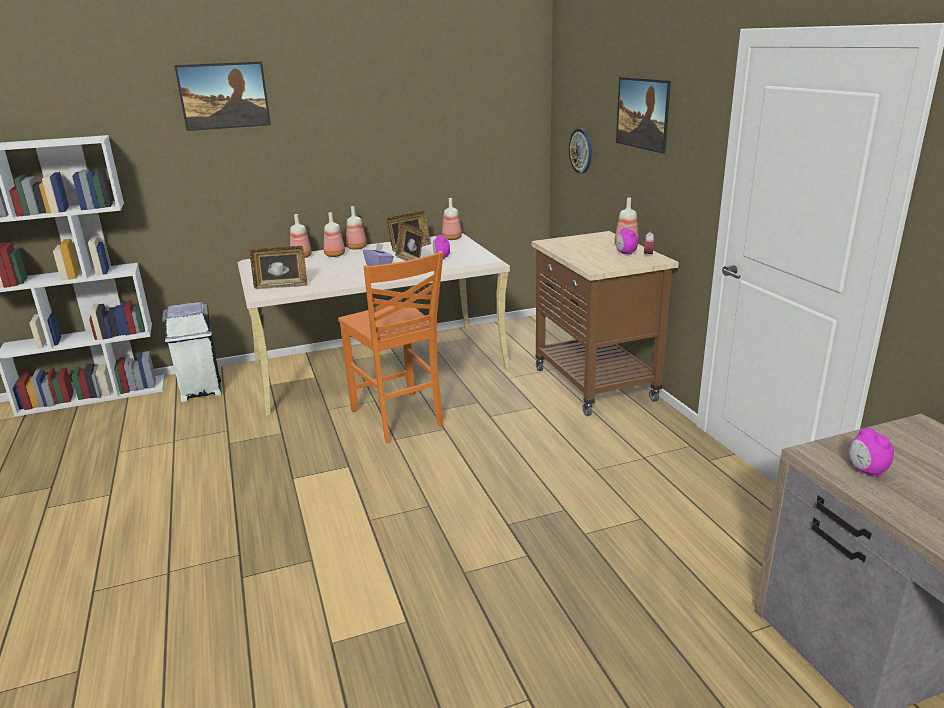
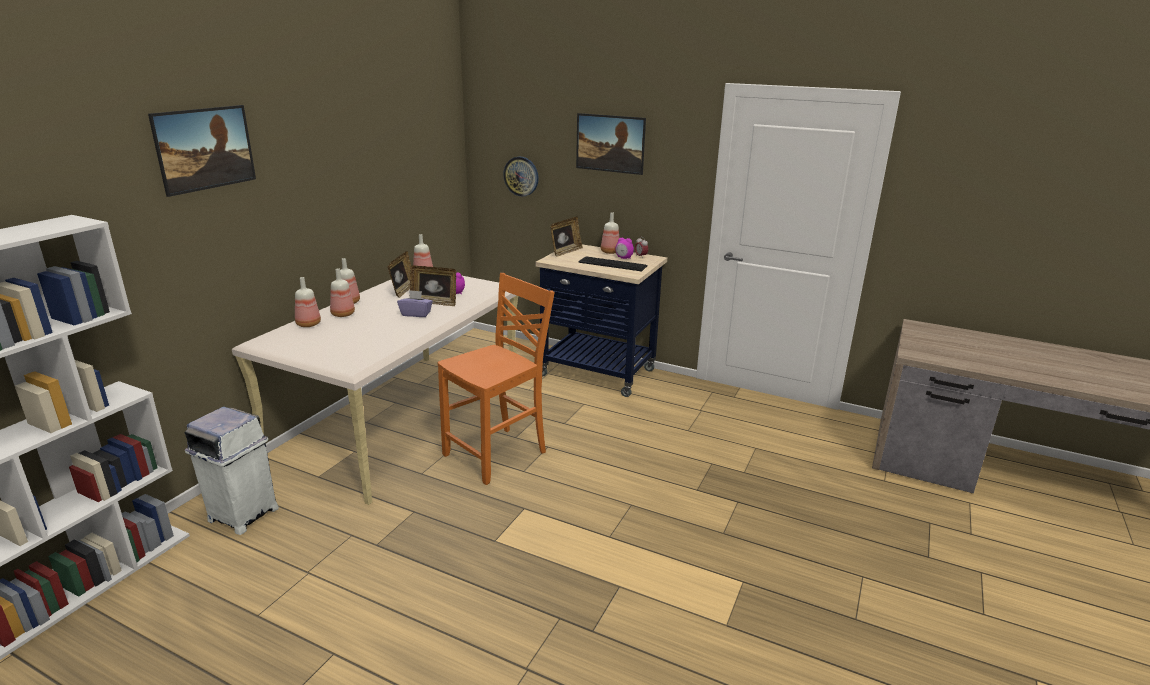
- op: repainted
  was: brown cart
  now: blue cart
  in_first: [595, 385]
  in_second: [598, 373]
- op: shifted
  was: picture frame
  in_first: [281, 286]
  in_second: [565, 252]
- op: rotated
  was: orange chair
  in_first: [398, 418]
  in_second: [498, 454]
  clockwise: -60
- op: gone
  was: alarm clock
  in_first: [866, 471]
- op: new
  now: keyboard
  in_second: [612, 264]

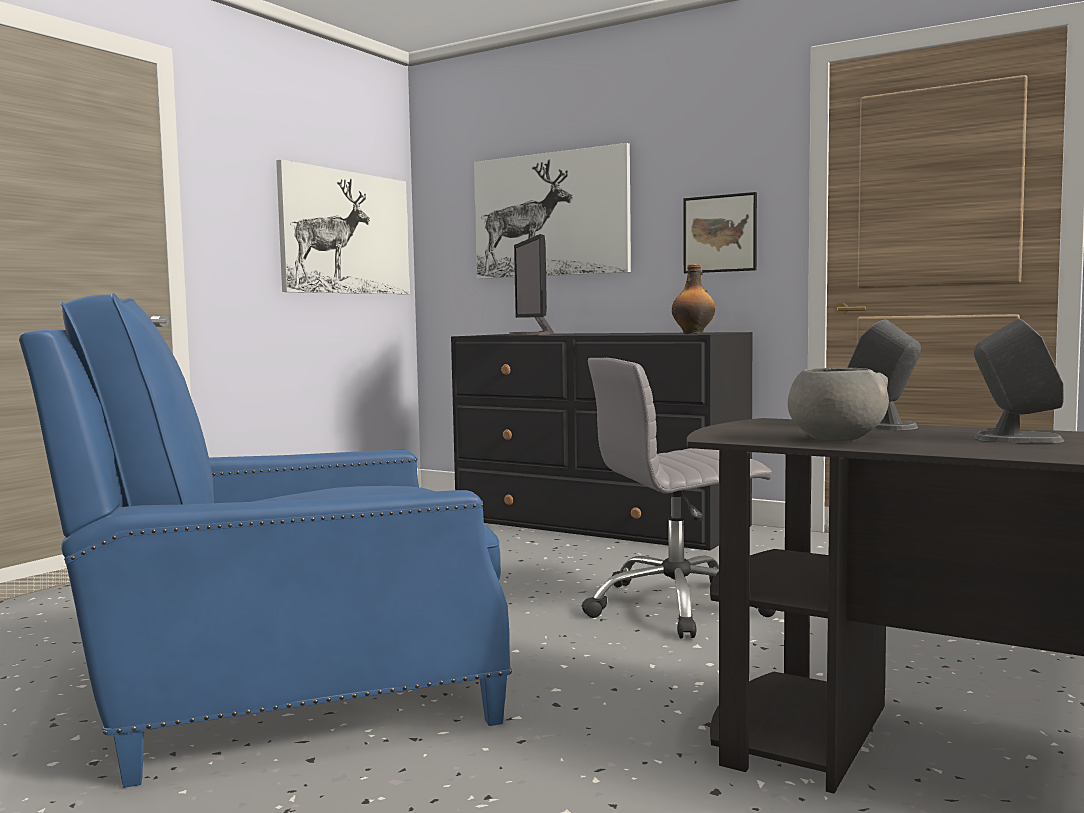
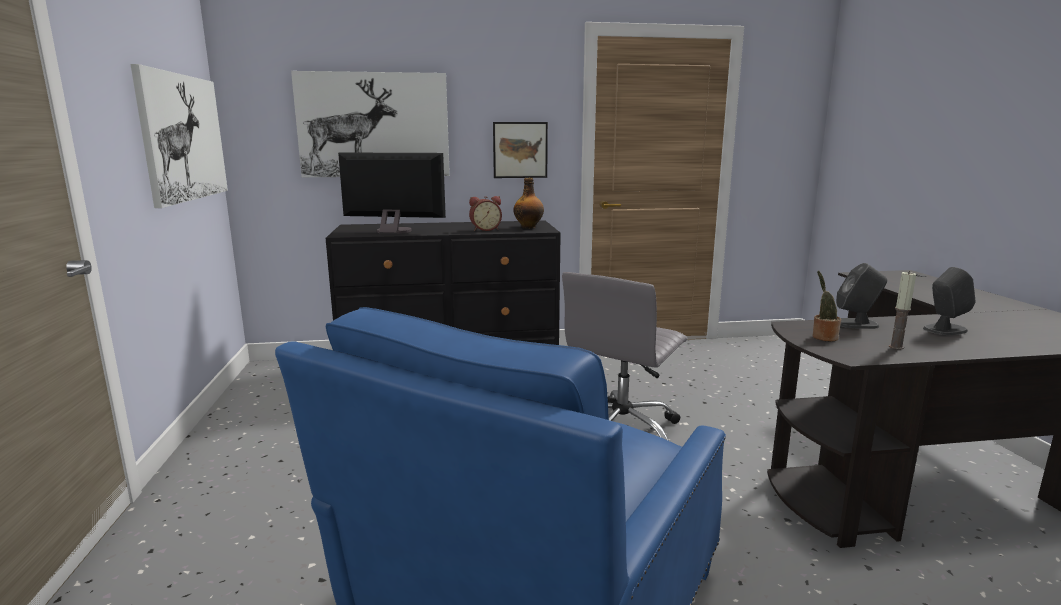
- op: rotated
  was: monitor
  in_first: [532, 334]
  in_second: [393, 231]
  clockwise: 150
- op: swapped
  was: grey bowl
  now: candle
  in_first: [835, 439]
  in_second: [896, 347]
- op: new
  now: alarm clock
  in_second: [485, 229]
- op: new
  now: potted plant
  in_second: [823, 337]

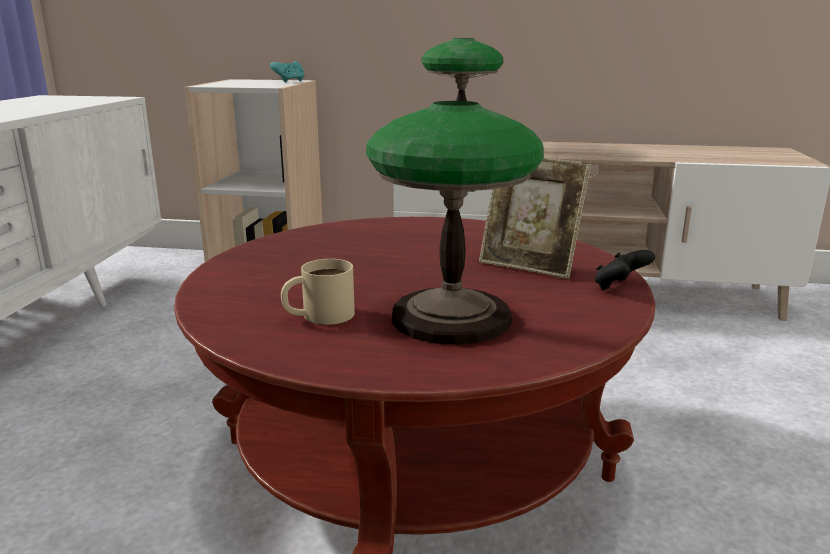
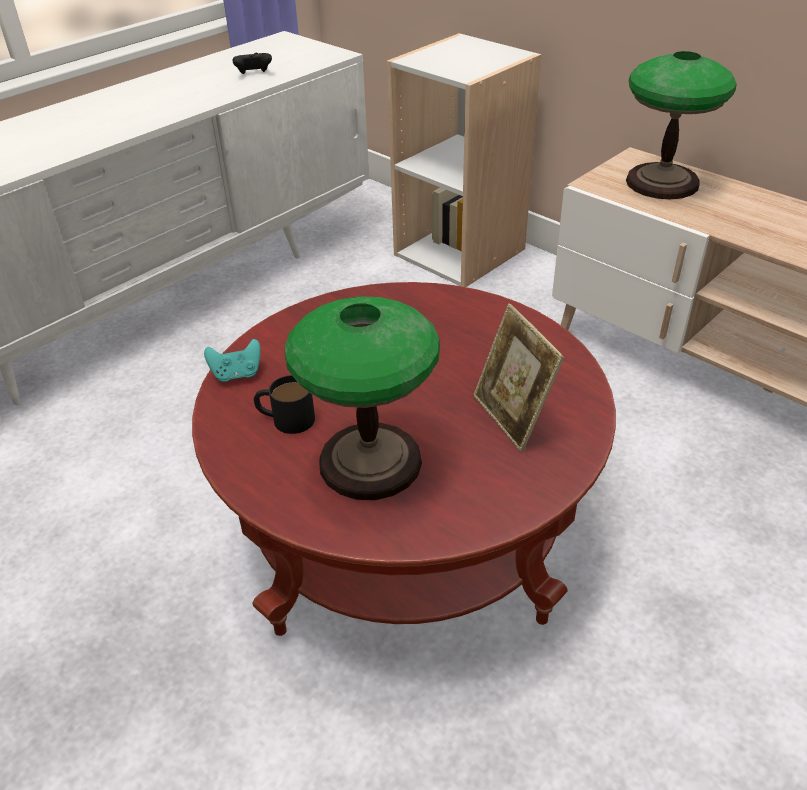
- op: shifted
  was: turquoise game controller
  in_first: [290, 81]
  in_second: [237, 374]
- op: shifted
  was: black game controller
  in_first: [619, 288]
  in_second: [254, 74]
- op: repainted
  was: beige mug
  now: black mug
  in_first: [318, 316]
  in_second: [285, 419]

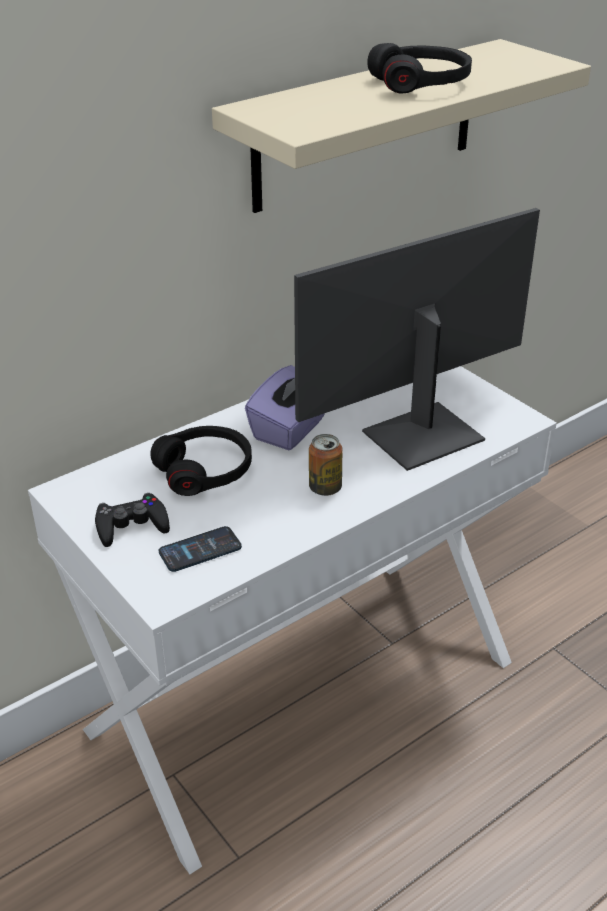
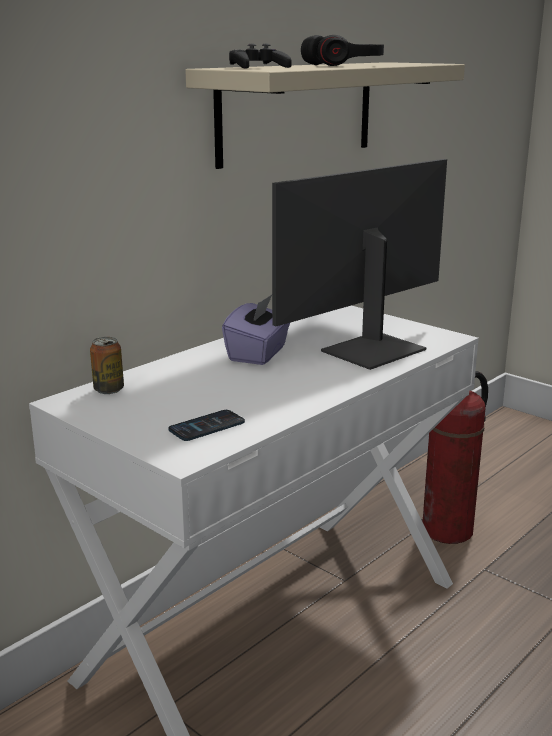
- op: gone
  was: black headphones
  in_first: [205, 470]
- op: shifted
  was: can
  in_first: [325, 488]
  in_second: [108, 390]
- op: shifted
  was: black game controller
  in_first: [131, 526]
  in_second: [258, 67]
- op: new
  now: fire extinguisher
  in_second: [447, 530]

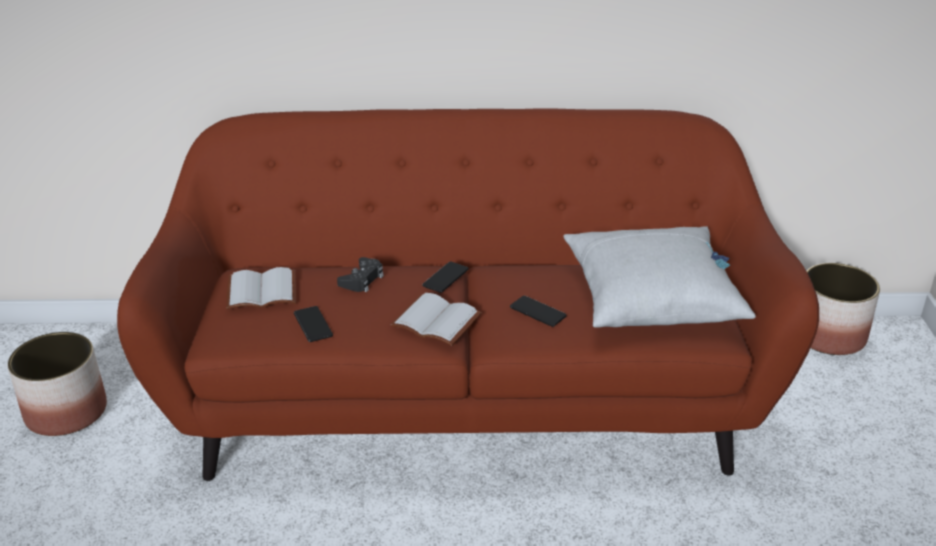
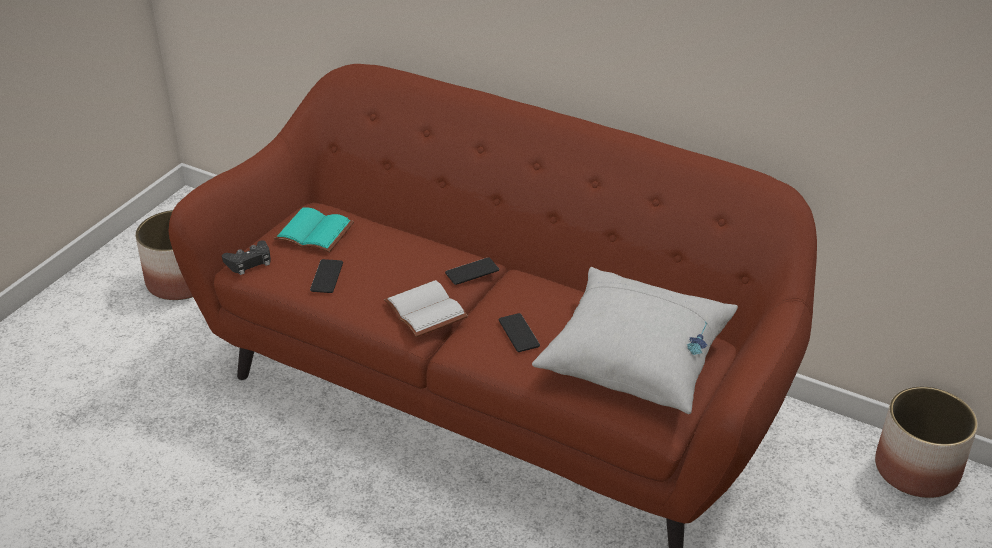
- op: shifted
  was: black game controller
  in_first: [362, 280]
  in_second: [249, 262]
- op: repainted
  was: white book
  now: turquoise book
  in_first: [263, 290]
  in_second: [316, 231]

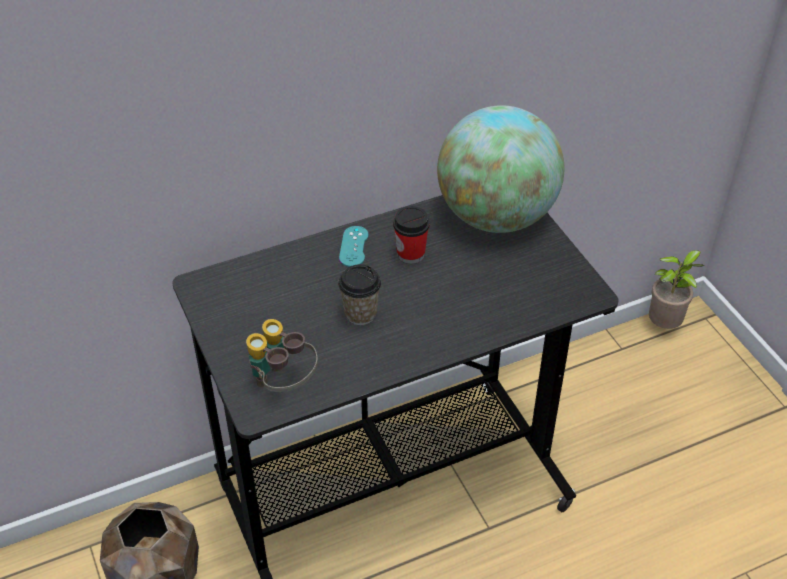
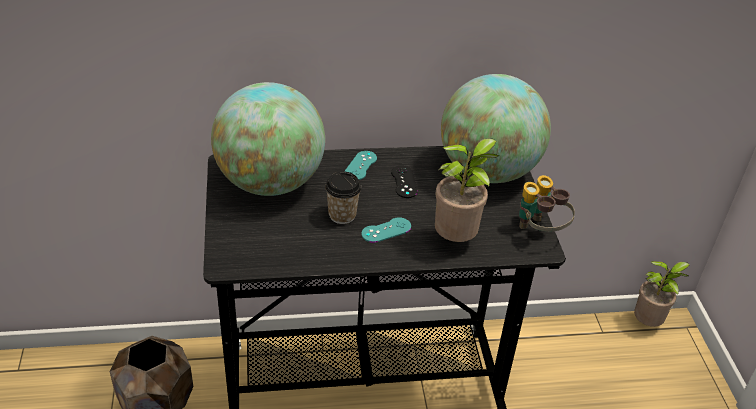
- op: swapped
  was: cup
  now: black game controller
  in_first: [410, 254]
  in_second: [404, 182]
- op: shifted
  was: binoculars
  in_first: [283, 384]
  in_second: [539, 231]
- op: new
  now: globe
  in_second: [270, 182]
- op: new
  now: potted plant
  in_second: [457, 240]
- op: new
  now: turquoise game controller
  in_second: [386, 230]

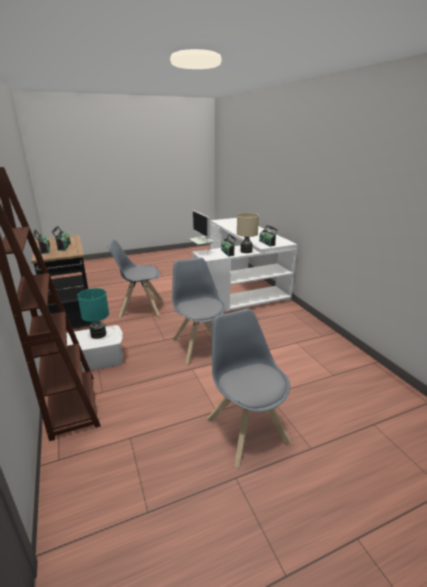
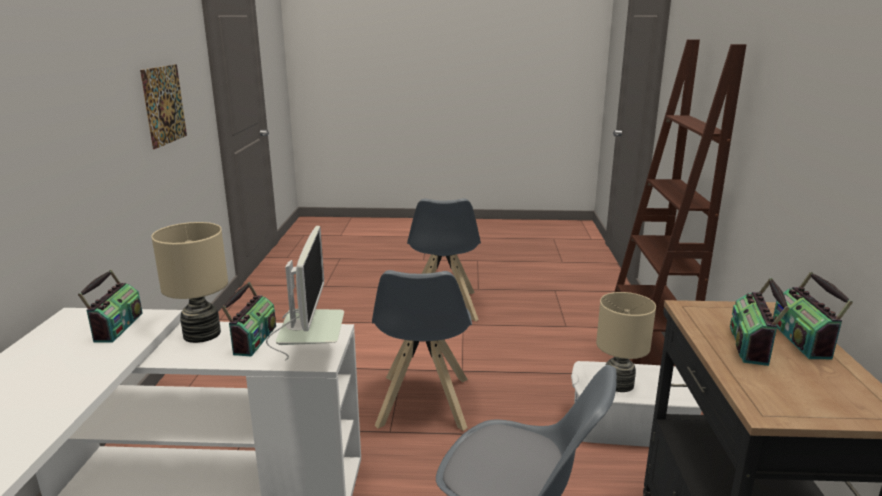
- op: repainted
  was: turquoise table lamp
  now: beige table lamp
  in_first: [98, 334]
  in_second: [618, 384]
- op: new
  now: picture
  in_second: [164, 105]

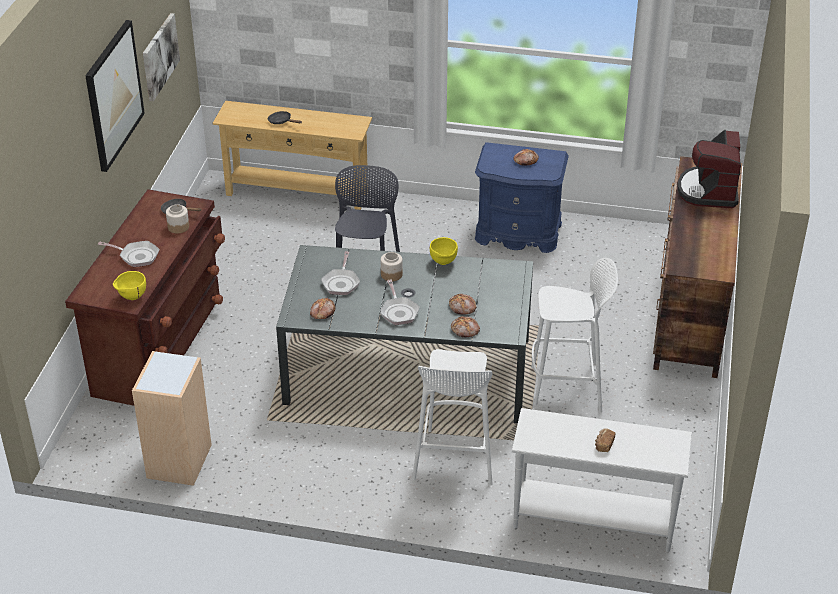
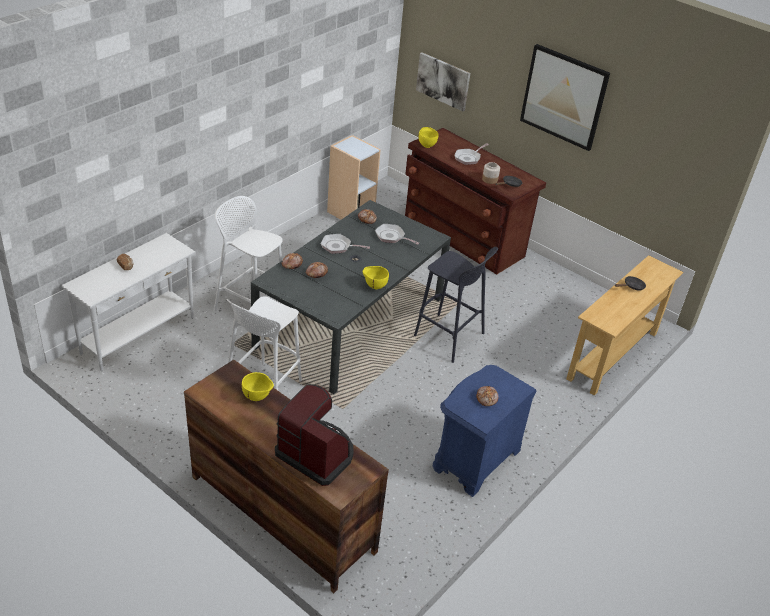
- op: shifted
  was: picture
  in_first: [159, 56]
  in_second: [443, 81]
- op: gone
  was: jar
  in_first: [391, 275]
- op: new
  now: yellow bowl
  in_second: [257, 398]

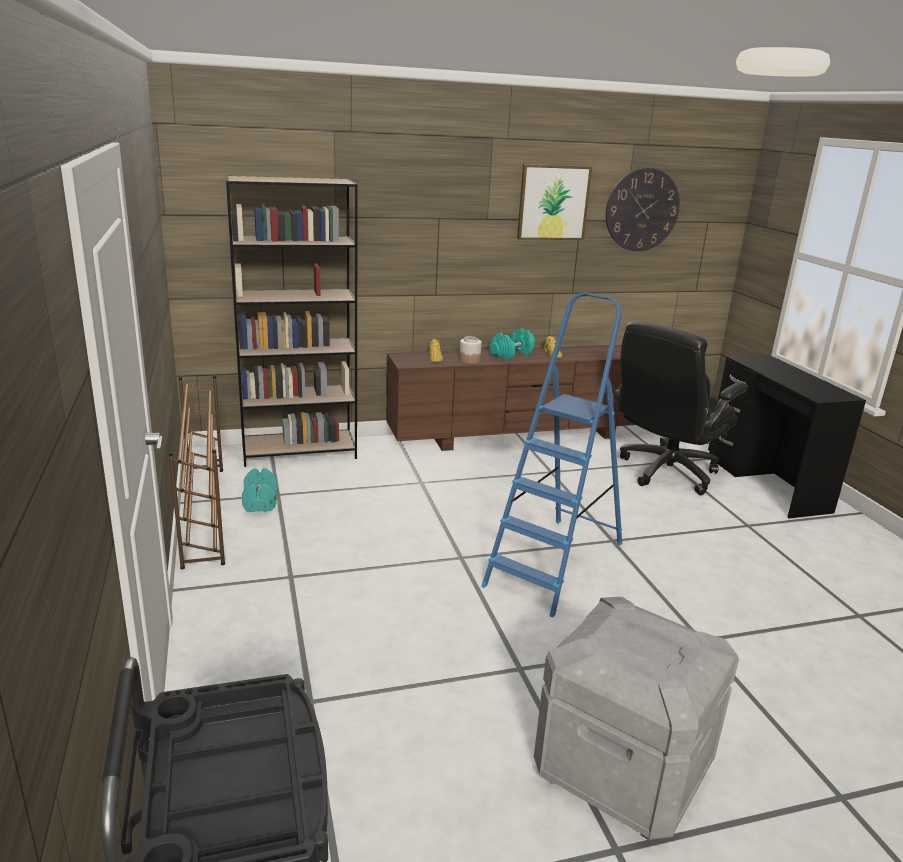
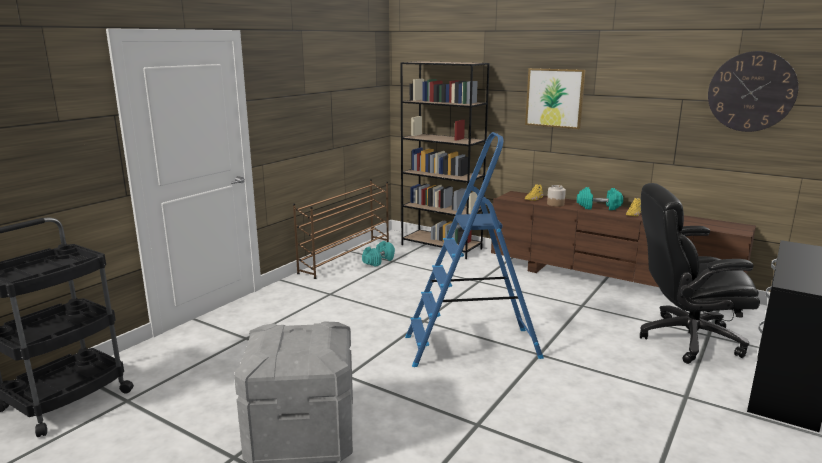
- op: shifted
  was: picture
  in_first: [553, 202]
  in_second: [554, 98]

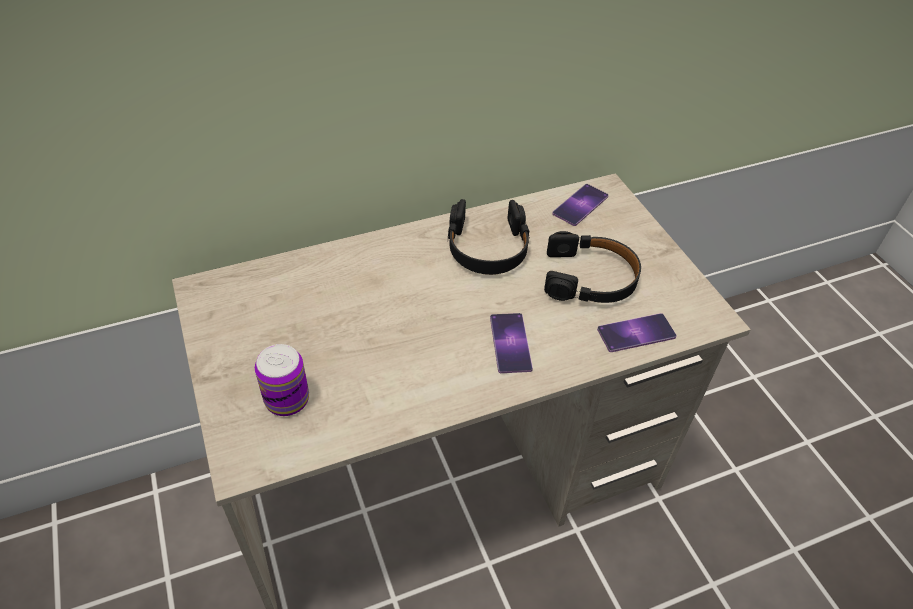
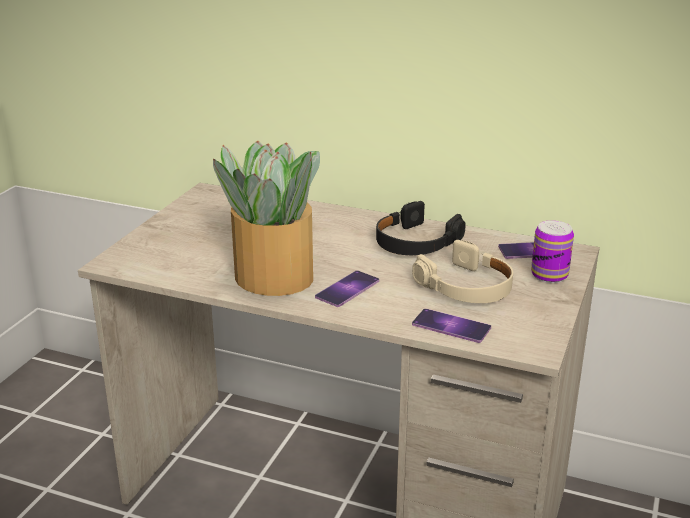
- op: repainted
  was: black headphones
  now: beige headphones
  in_first: [590, 278]
  in_second: [466, 287]
- op: shifted
  was: can
  in_first: [287, 399]
  in_second: [549, 275]
- op: new
  now: potted plant
  in_second: [272, 276]

